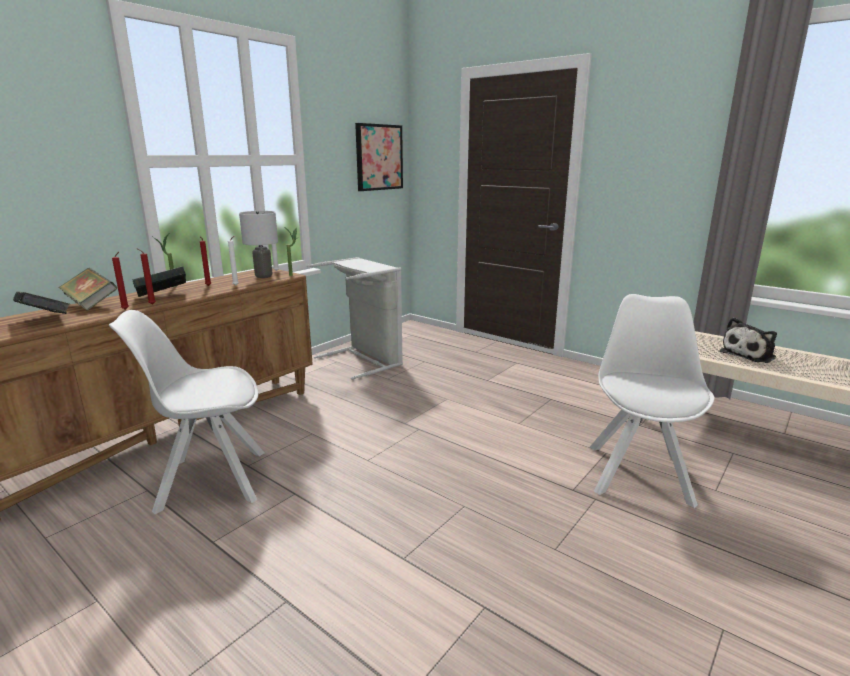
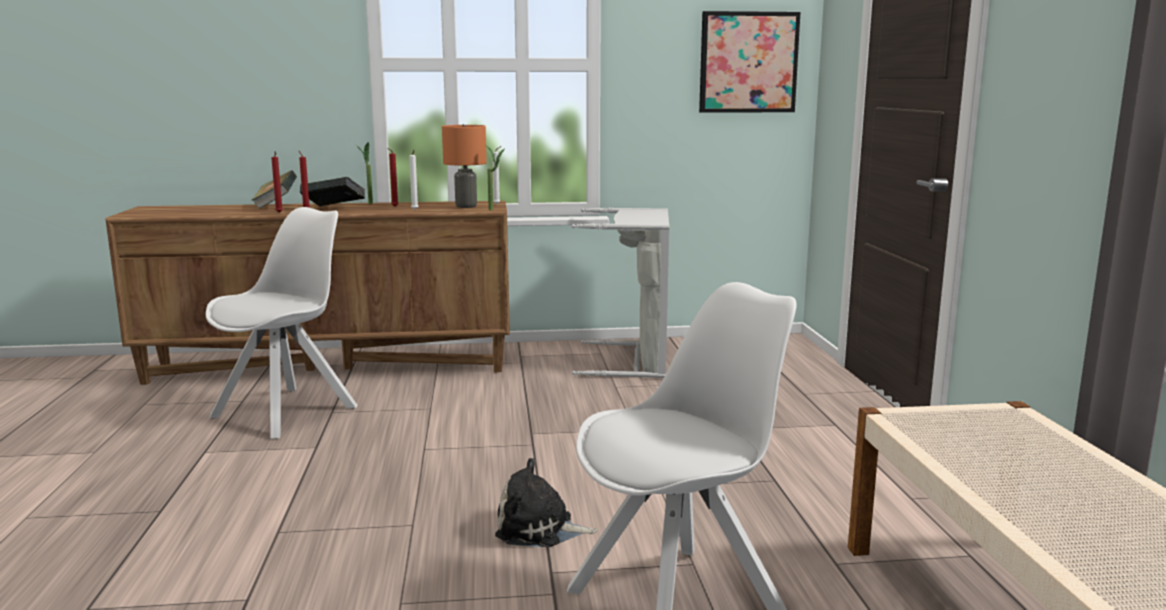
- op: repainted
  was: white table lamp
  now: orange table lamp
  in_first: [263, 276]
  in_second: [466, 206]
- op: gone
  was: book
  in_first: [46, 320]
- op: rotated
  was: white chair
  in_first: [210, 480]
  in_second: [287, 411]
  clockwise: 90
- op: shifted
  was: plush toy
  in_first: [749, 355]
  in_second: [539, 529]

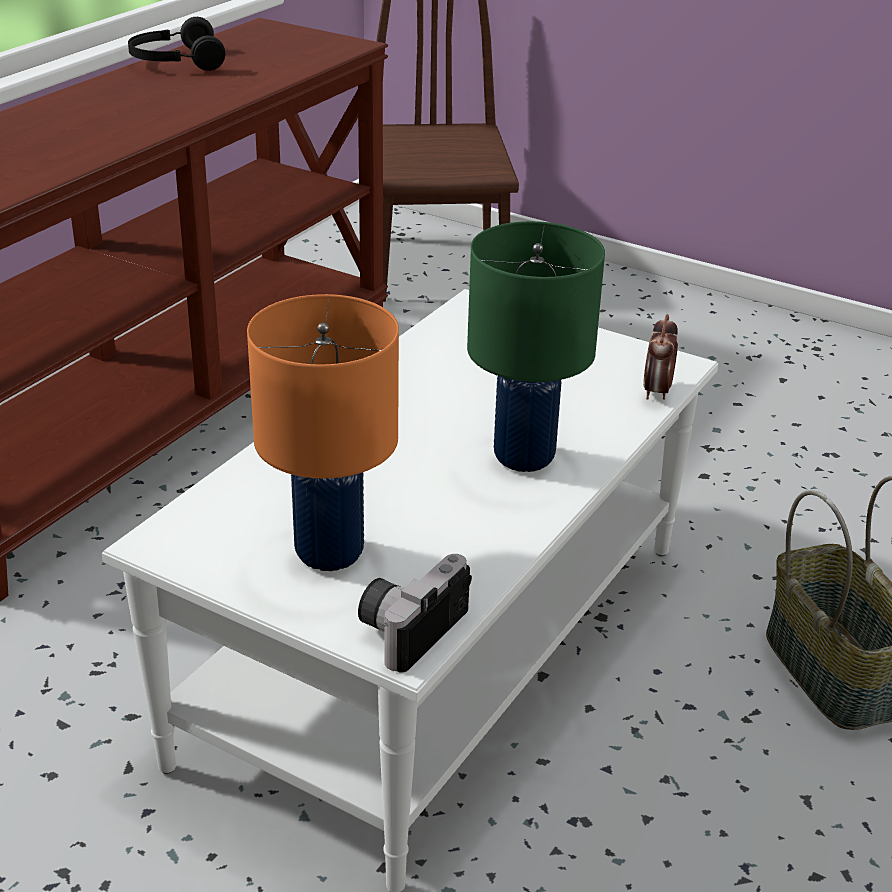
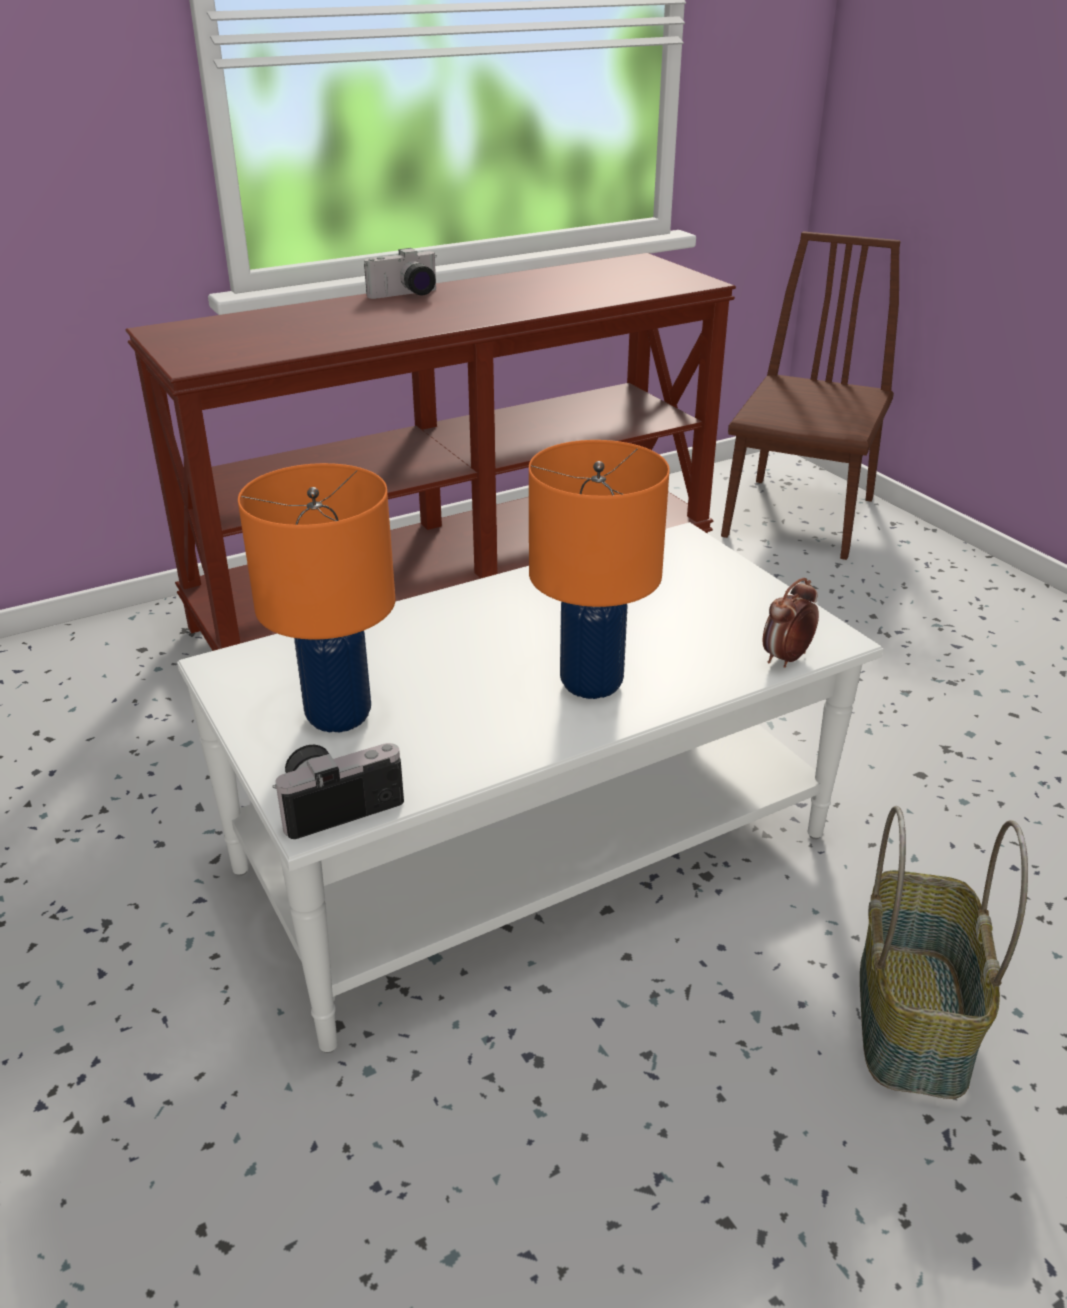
- op: gone
  was: black headphones
  in_first: [175, 61]
- op: repainted
  was: green table lamp
  now: orange table lamp
  in_first: [527, 457]
  in_second: [595, 684]
- op: new
  now: photo camera
  in_second: [406, 295]

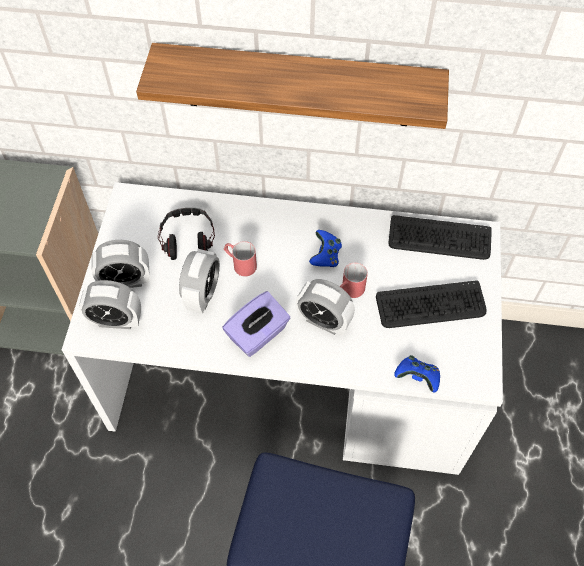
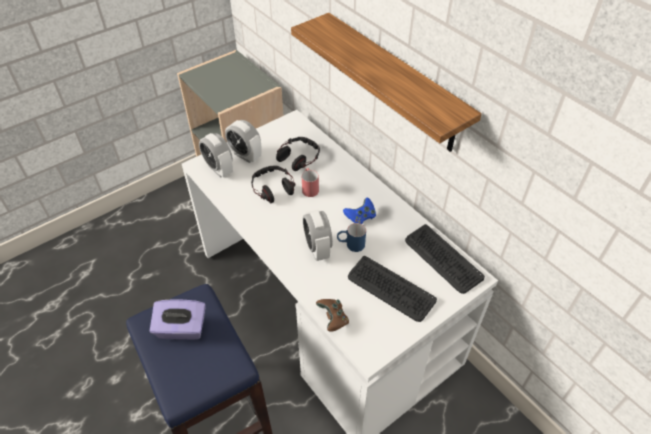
- op: swapped
  was: alarm clock
  now: headphones
  in_first: [203, 294]
  in_second: [272, 188]
- op: repainted
  was: red mug
  now: blue mug
  in_first: [349, 292]
  in_second: [350, 244]
- op: shifted
  was: purple tissue box
  in_first: [258, 334]
  in_second: [181, 329]
- op: repainted
  was: blue game controller
  now: brown game controller
  in_first: [417, 378]
  in_second: [333, 319]

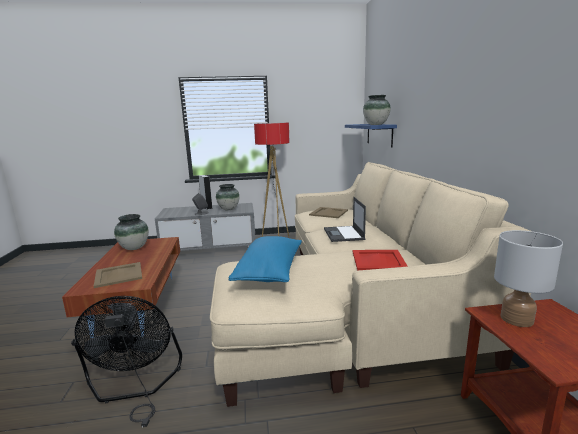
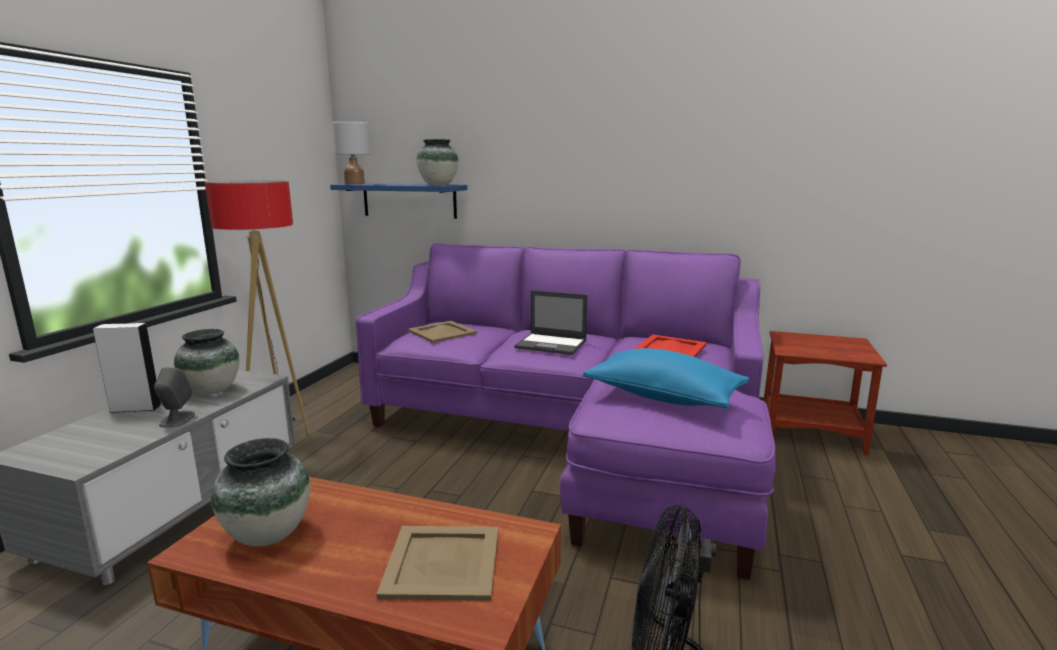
- op: repainted
  was: beige sofa
  now: purple sofa
  in_first: [354, 303]
  in_second: [576, 435]
- op: shifted
  was: grey table lamp
  in_first: [516, 319]
  in_second: [354, 184]

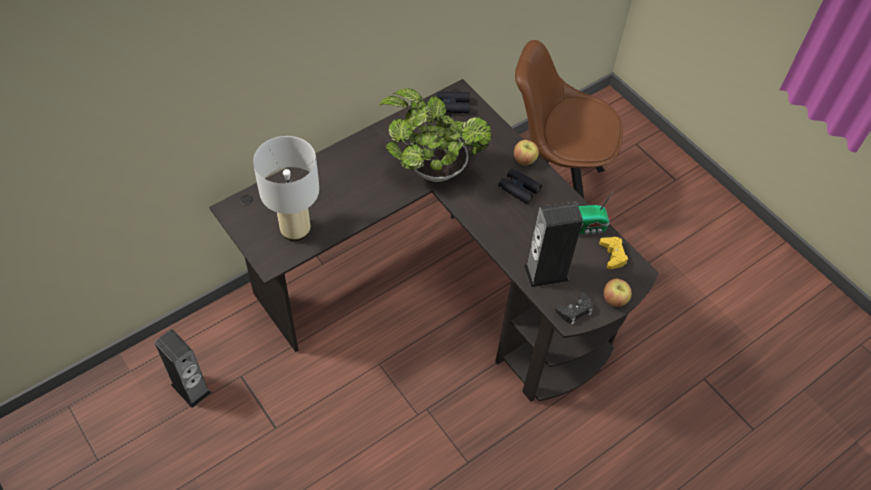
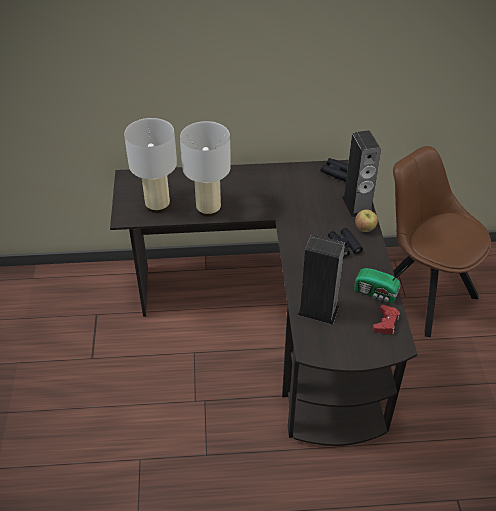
- op: gone
  was: potted plant
  in_first: [431, 168]
- op: repainted
  was: yellow game controller
  now: red game controller
  in_first: [613, 255]
  in_second: [386, 323]
- op: gone
  was: apple
  in_first: [614, 300]
- op: gone
  was: black game controller
  in_first: [574, 311]
- op: shifted
  was: speaker
  in_first: [191, 388]
  in_second: [357, 205]
- op: new
  now: white table lamp
  in_second: [207, 209]

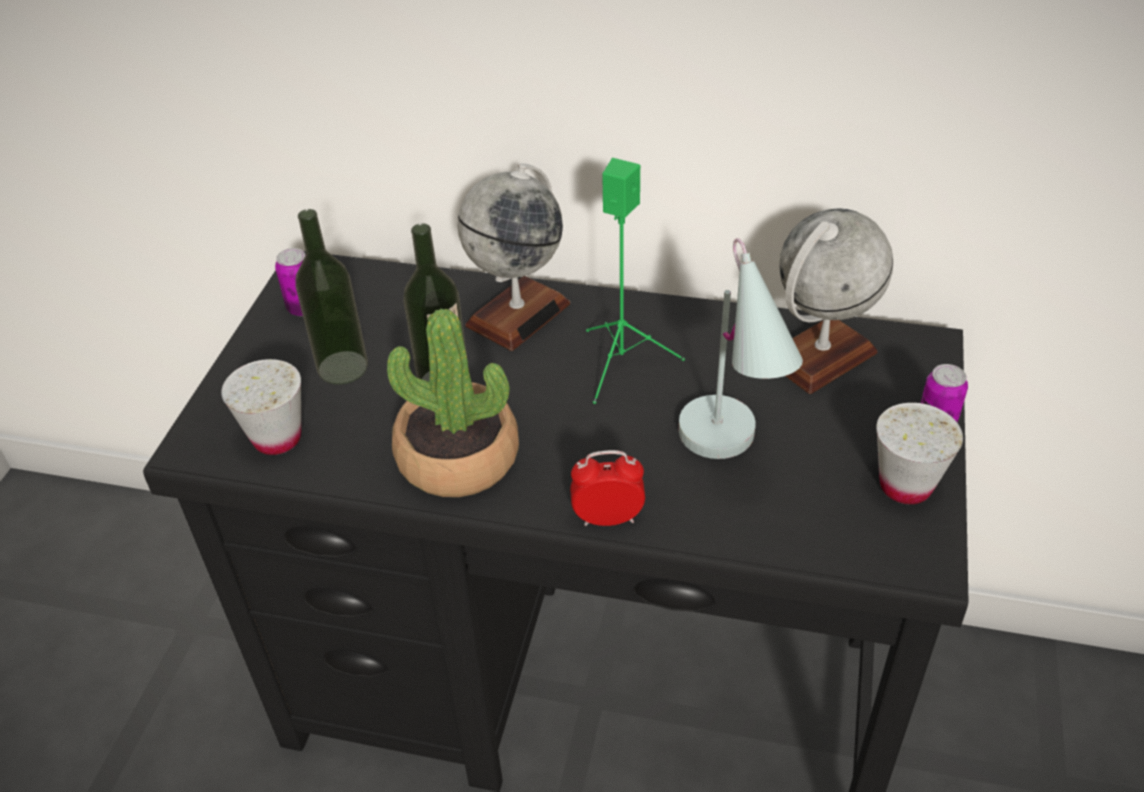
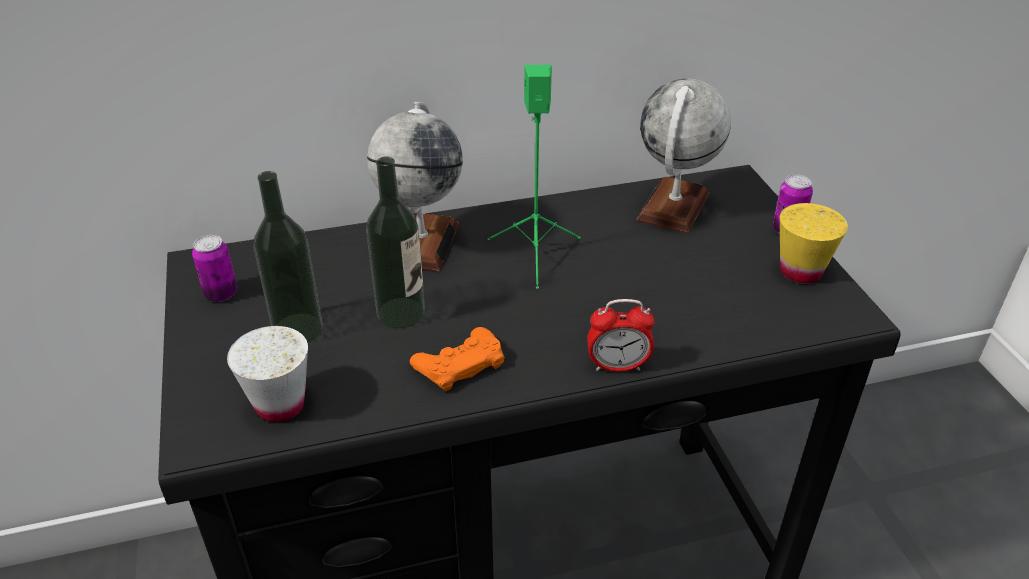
- op: gone
  was: white table lamp
  in_first: [732, 455]
- op: swapped
  was: potted plant
  now: orange game controller
  in_first: [458, 458]
  in_second: [459, 364]
- op: repainted
  was: white cup
  now: yellow cup
  in_first: [905, 486]
  in_second: [800, 272]
- op: rotated
  was: alarm clock
  in_first: [608, 519]
  in_second: [617, 366]
  clockwise: -150

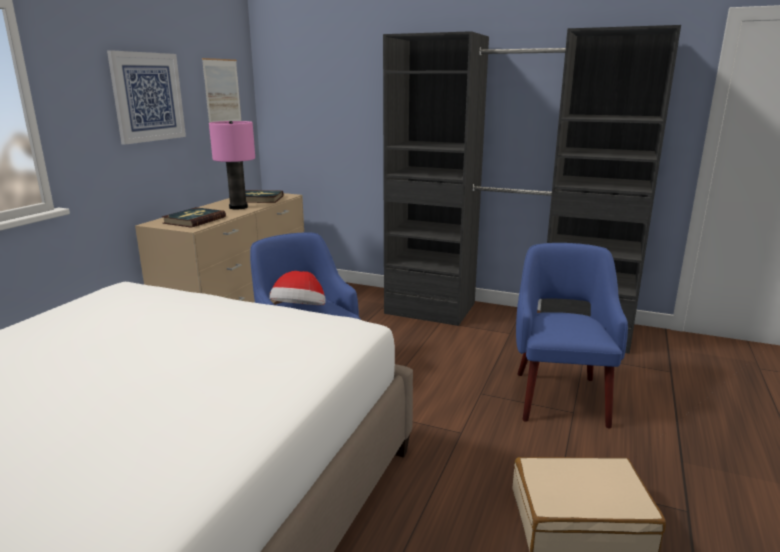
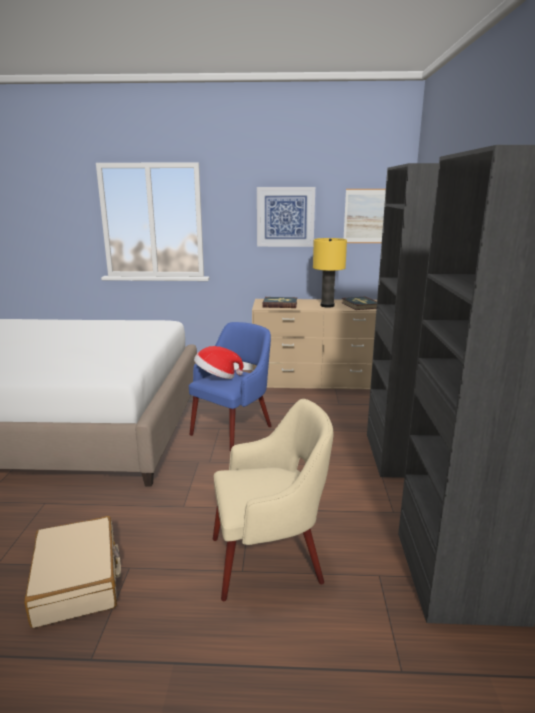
- op: repainted
  was: pink table lamp
  now: yellow table lamp
  in_first: [238, 207]
  in_second: [327, 305]
- op: repainted
  was: blue armchair
  now: beige armchair
  in_first: [559, 396]
  in_second: [269, 559]

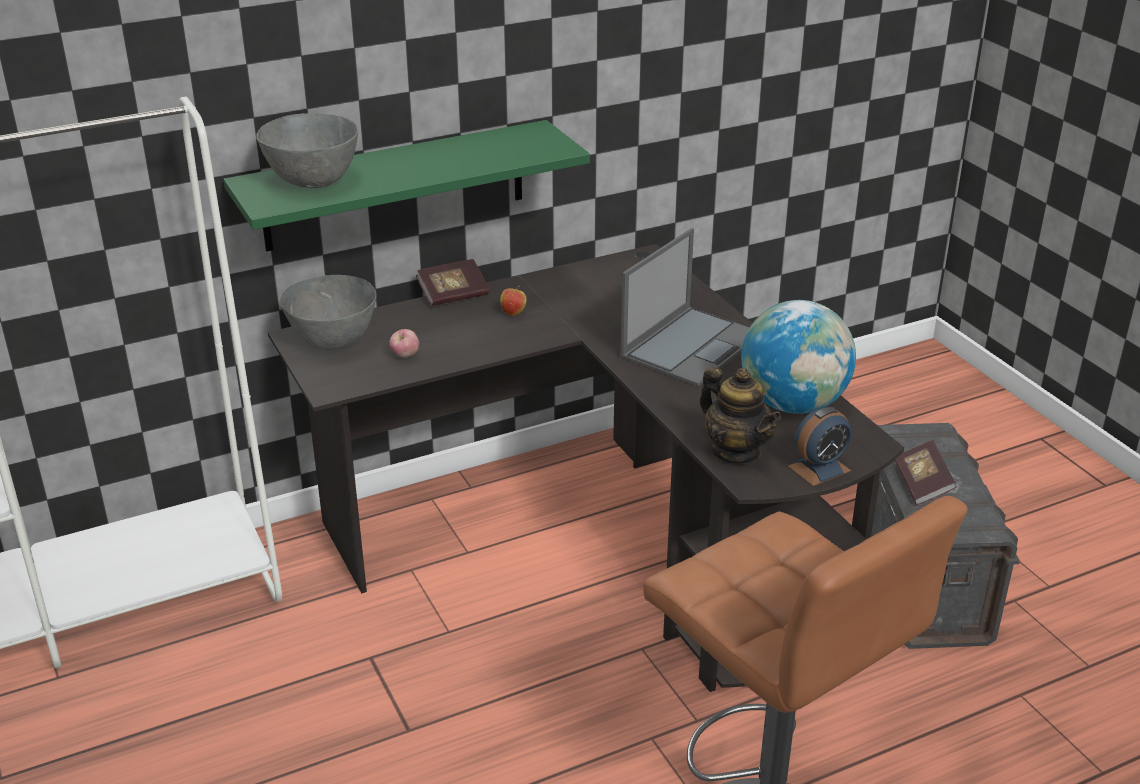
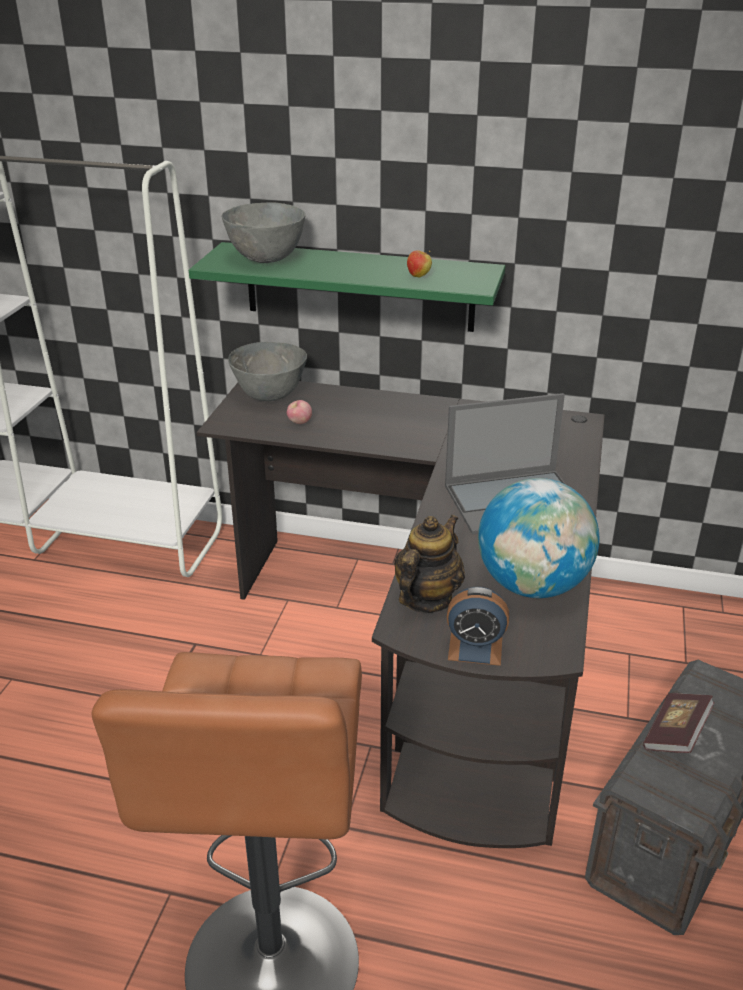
- op: gone
  was: book
  in_first: [453, 295]
- op: shifted
  was: apple
  in_first: [513, 313]
  in_second: [419, 276]
- op: rotated
  was: teapot
  in_first: [736, 451]
  in_second: [426, 599]
  clockwise: -150

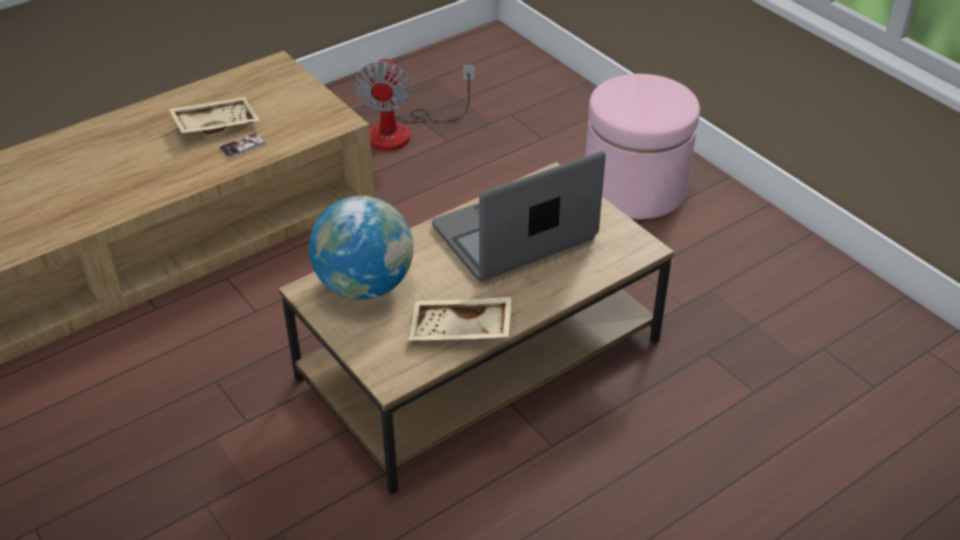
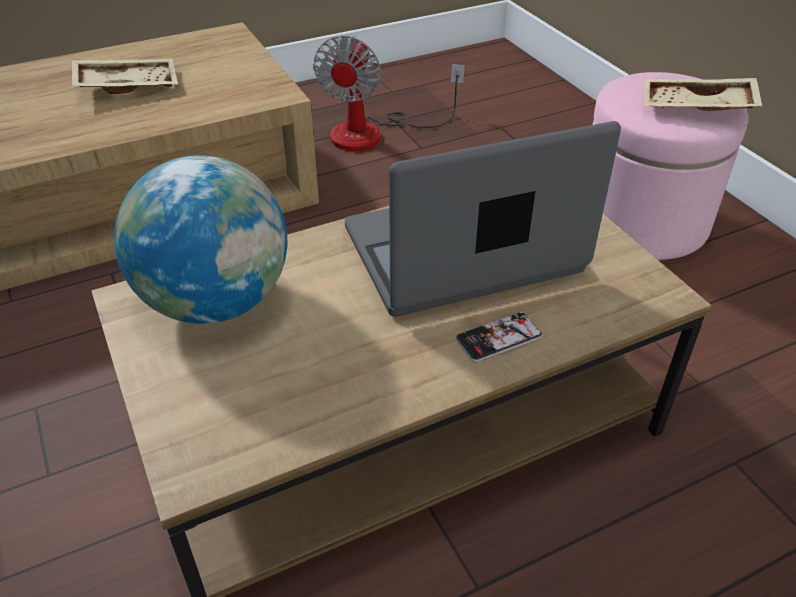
- op: shifted
  was: phone
  in_first: [242, 146]
  in_second: [498, 338]
- op: shifted
  was: beige tray
  in_first: [460, 331]
  in_second: [696, 108]

